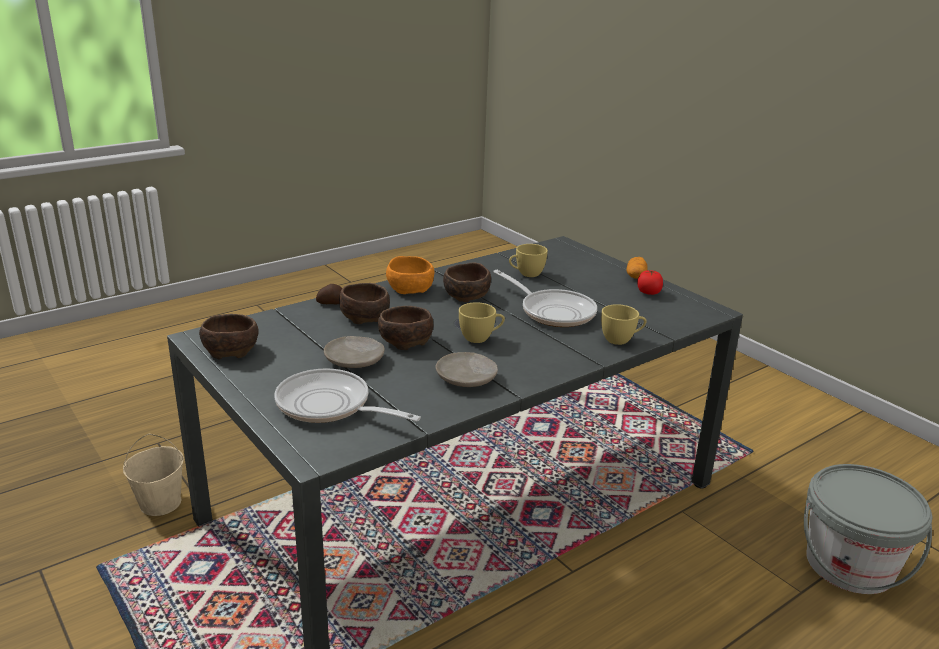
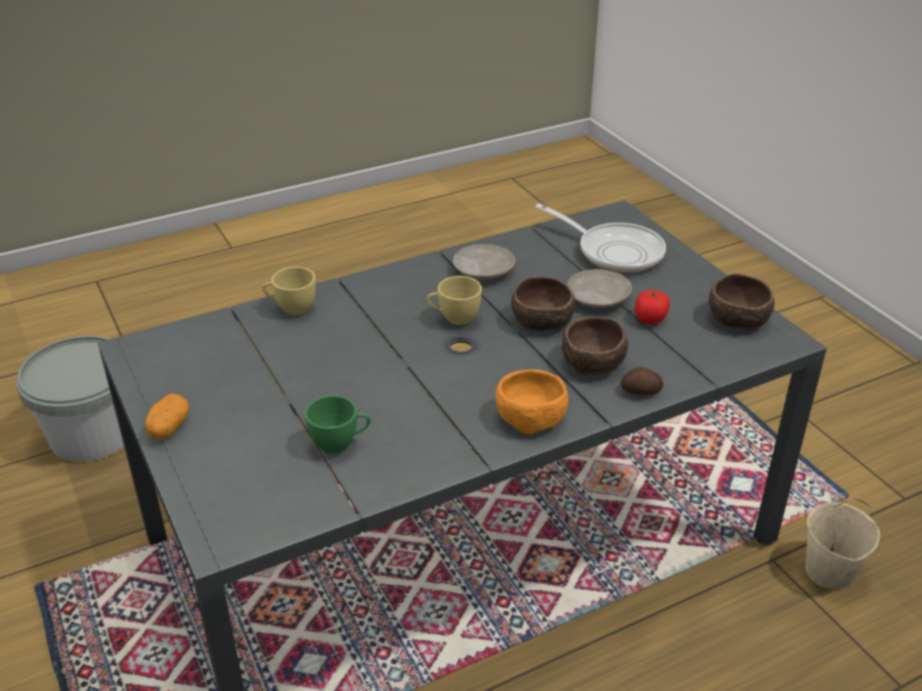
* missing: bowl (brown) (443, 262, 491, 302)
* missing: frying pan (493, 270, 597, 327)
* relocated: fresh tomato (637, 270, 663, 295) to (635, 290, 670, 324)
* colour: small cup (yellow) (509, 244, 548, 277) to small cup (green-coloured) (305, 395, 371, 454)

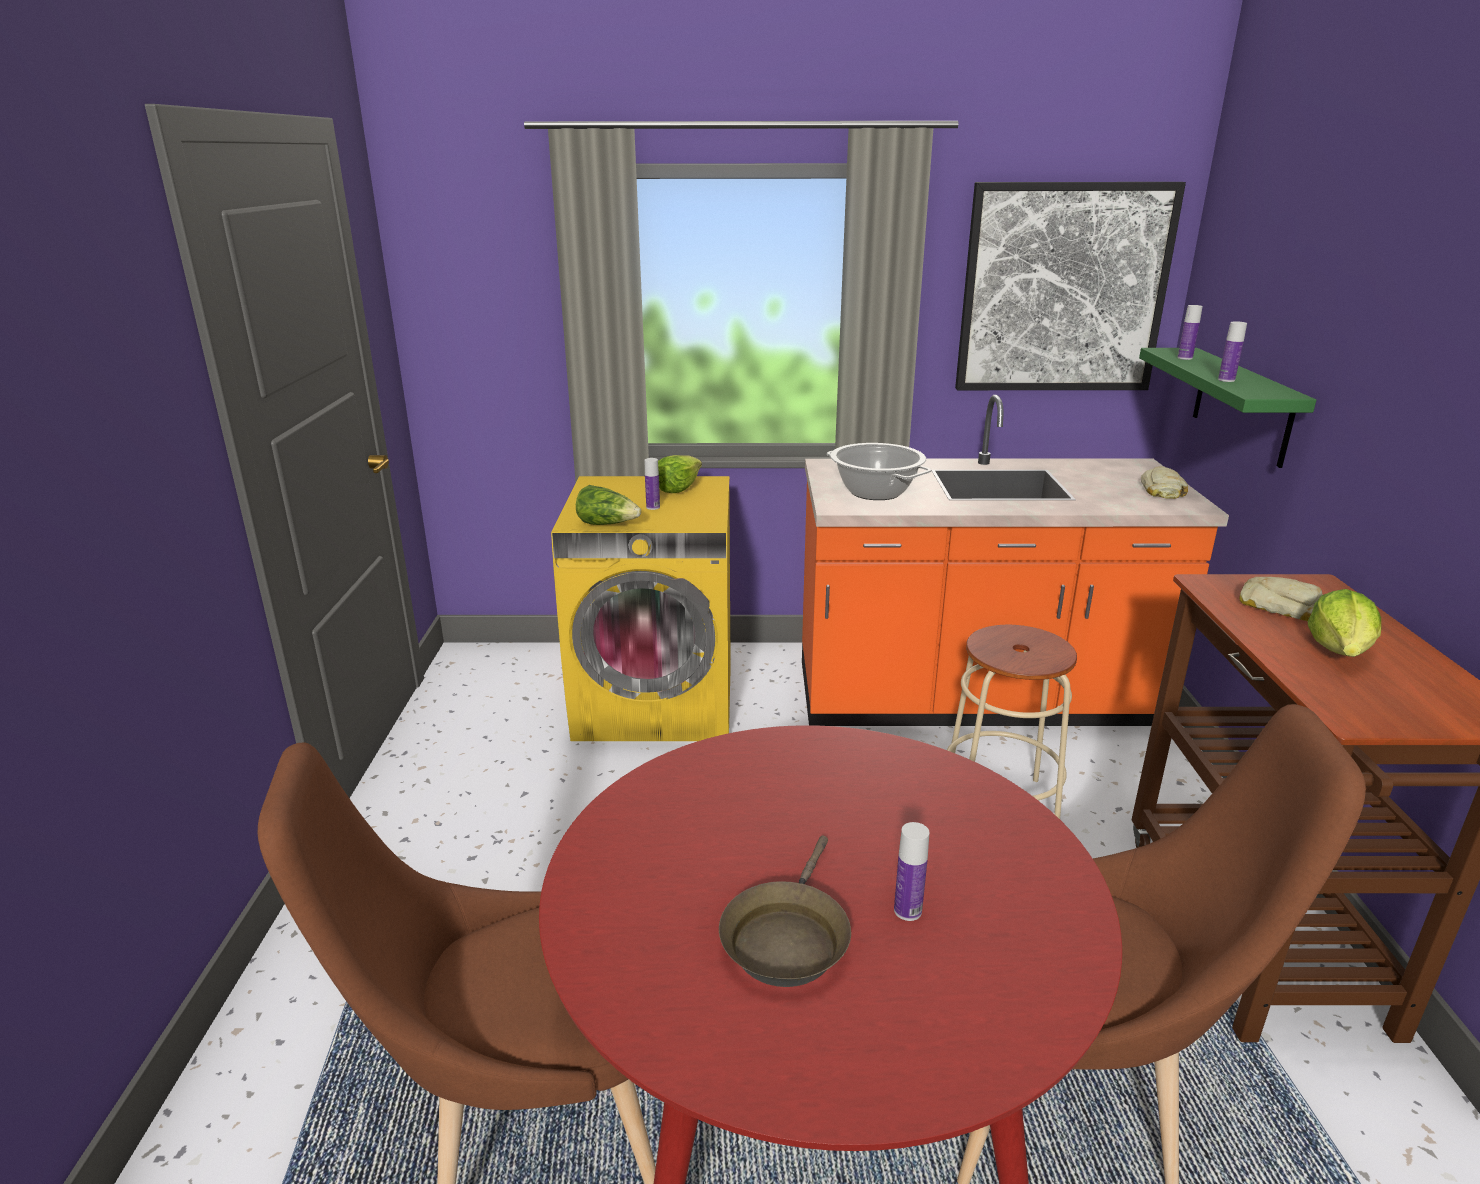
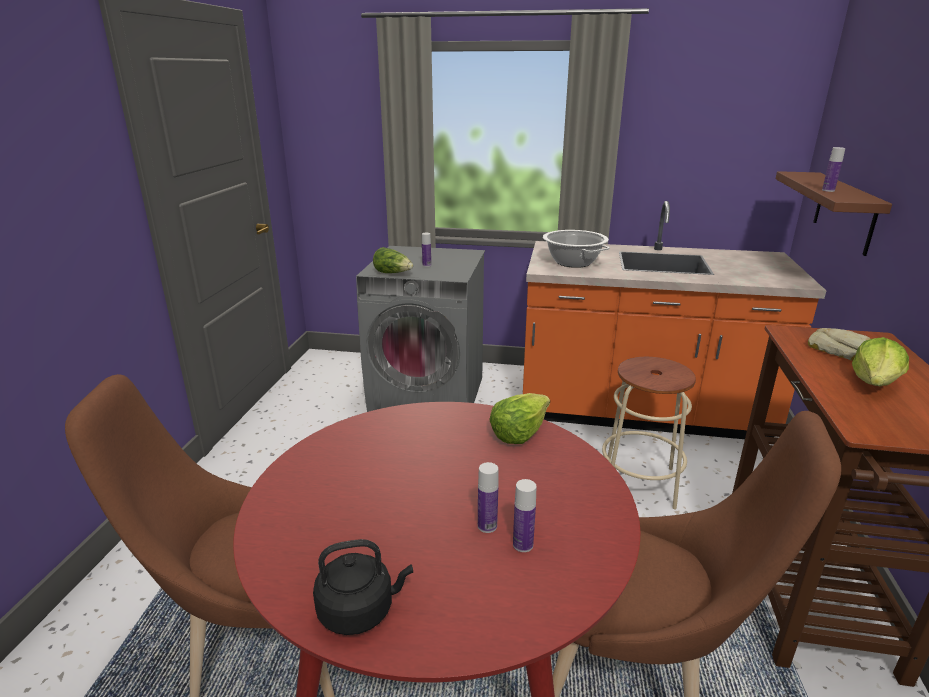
* missing: frying pan (brown) (719, 835, 851, 987)
* missing: picture (955, 182, 1186, 390)
* missing: bakery bread (1141, 466, 1188, 499)
* appeared: kettle (blackish) (313, 539, 413, 635)
* relocated: head of lettuce (658, 455, 702, 493) to (489, 393, 550, 444)
* relocated: beverage bottle (1177, 305, 1203, 360) to (513, 479, 537, 552)
* colour: laundry appliance (yellow) (551, 476, 731, 741) to laundry appliance (greyish) (356, 246, 485, 412)
* colour: wall shelf (green-coloured) (1139, 348, 1316, 468) to wall shelf (brown) (776, 171, 892, 256)

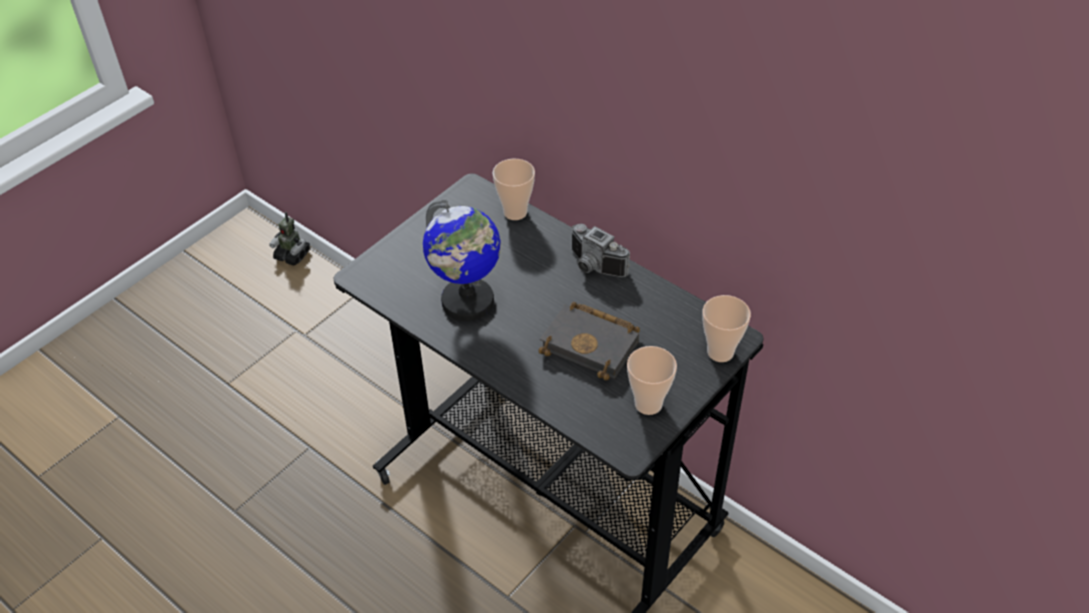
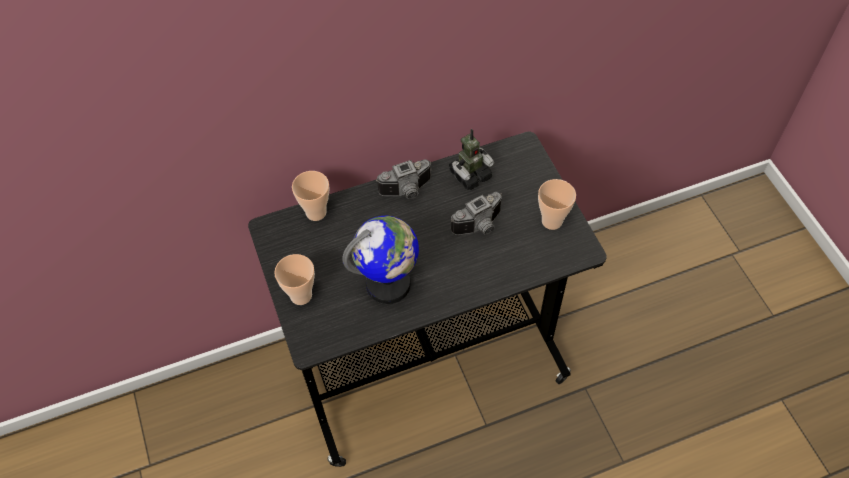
* relocated: model robot (269, 212, 310, 266) to (449, 129, 494, 190)
* relocated: small cup (702, 295, 751, 362) to (274, 254, 315, 305)
* exchanged: volume (blackish) (539, 302, 640, 380) to still camera (451, 192, 502, 235)

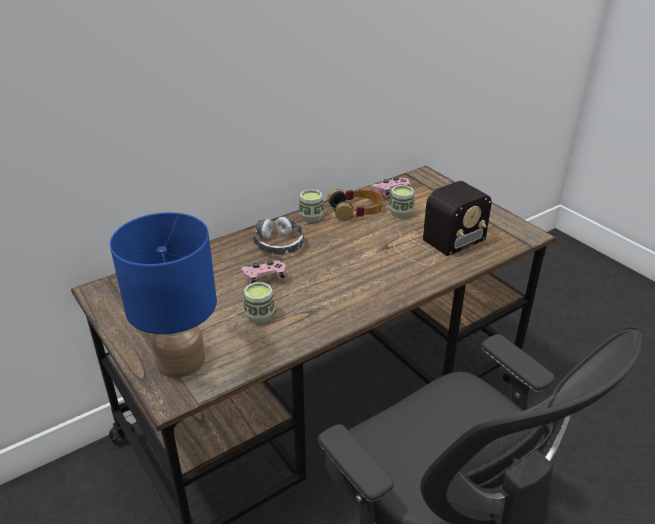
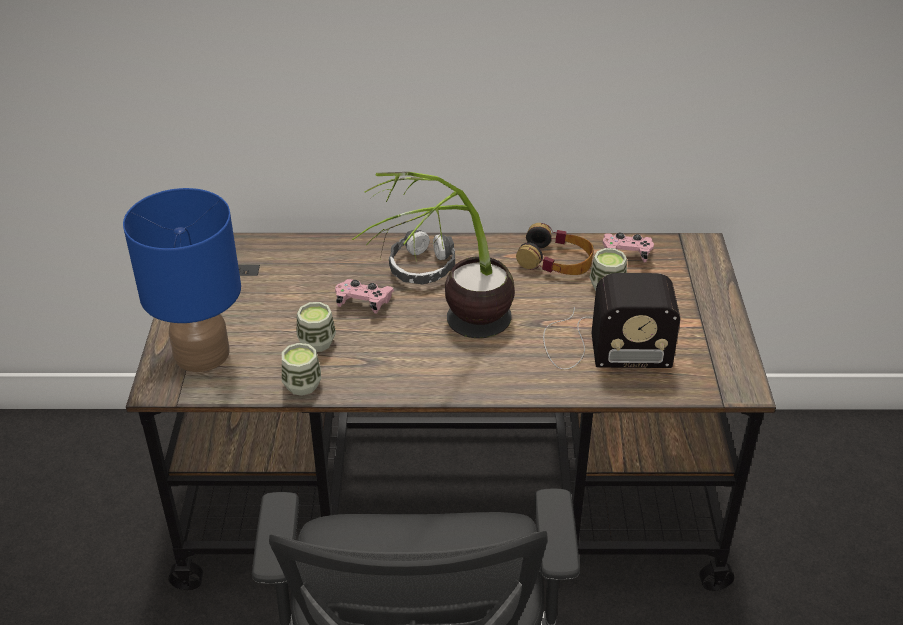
* appeared: houseplant (352, 172, 515, 338)
* relocated: small cup (299, 189, 324, 223) to (282, 343, 321, 396)

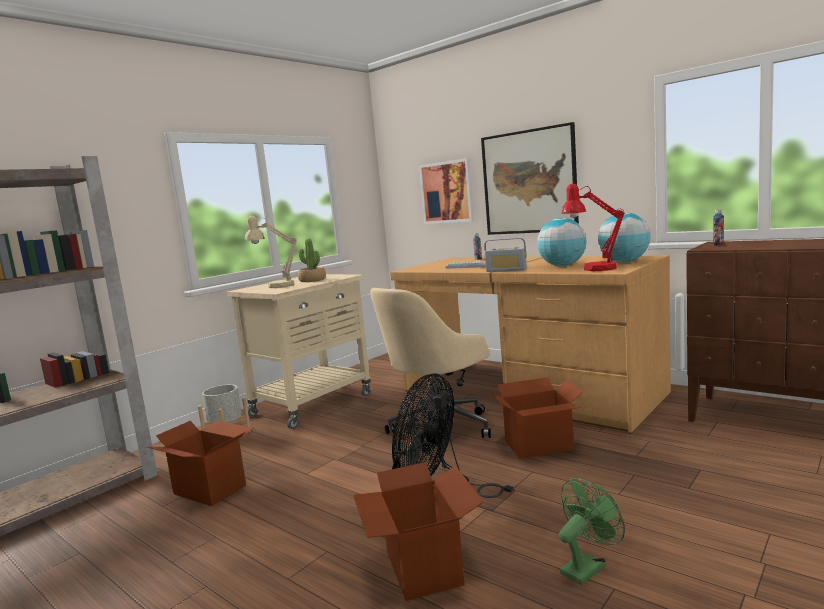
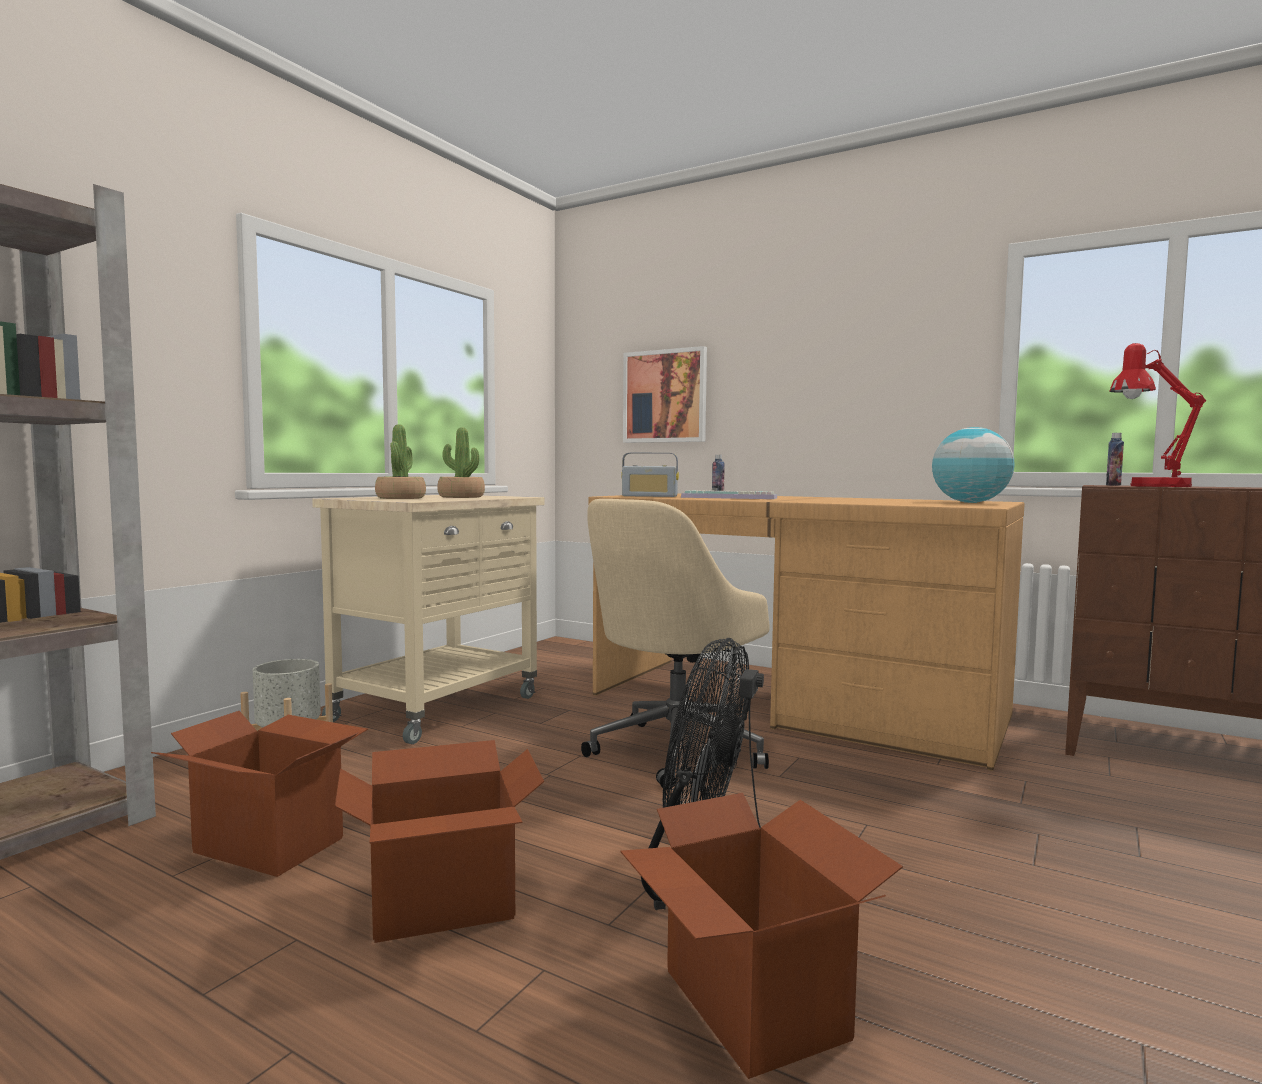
* missing: picture (481, 122, 579, 235)
* missing: globe (537, 218, 586, 266)
* missing: electric fan (green-coloured) (558, 478, 625, 585)
* relocated: radio (484, 238, 527, 272) to (621, 453, 679, 497)
* relocated: packing box (490, 377, 583, 459) to (335, 740, 544, 943)
* relocated: tabletop lamp (reddish) (561, 184, 625, 271) to (1109, 343, 1206, 487)
* exchanged: tabletop lamp (sand-coloured) (245, 216, 297, 288) to houseplant (375, 425, 426, 499)

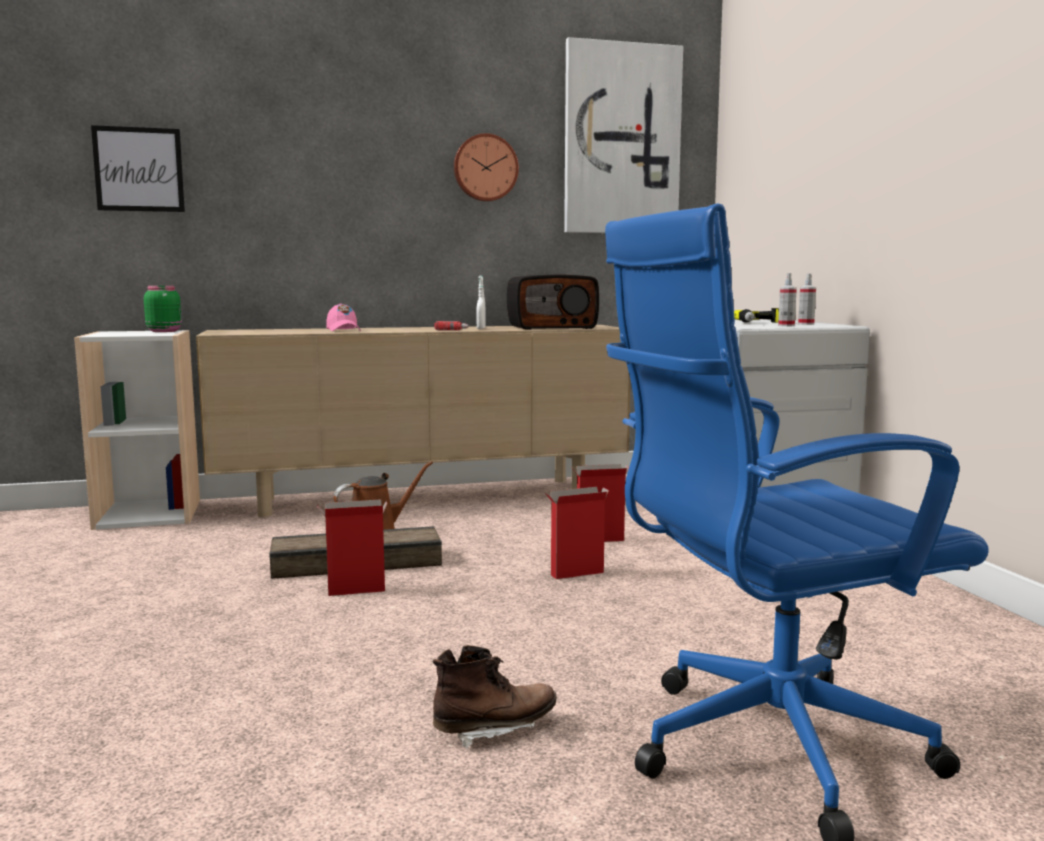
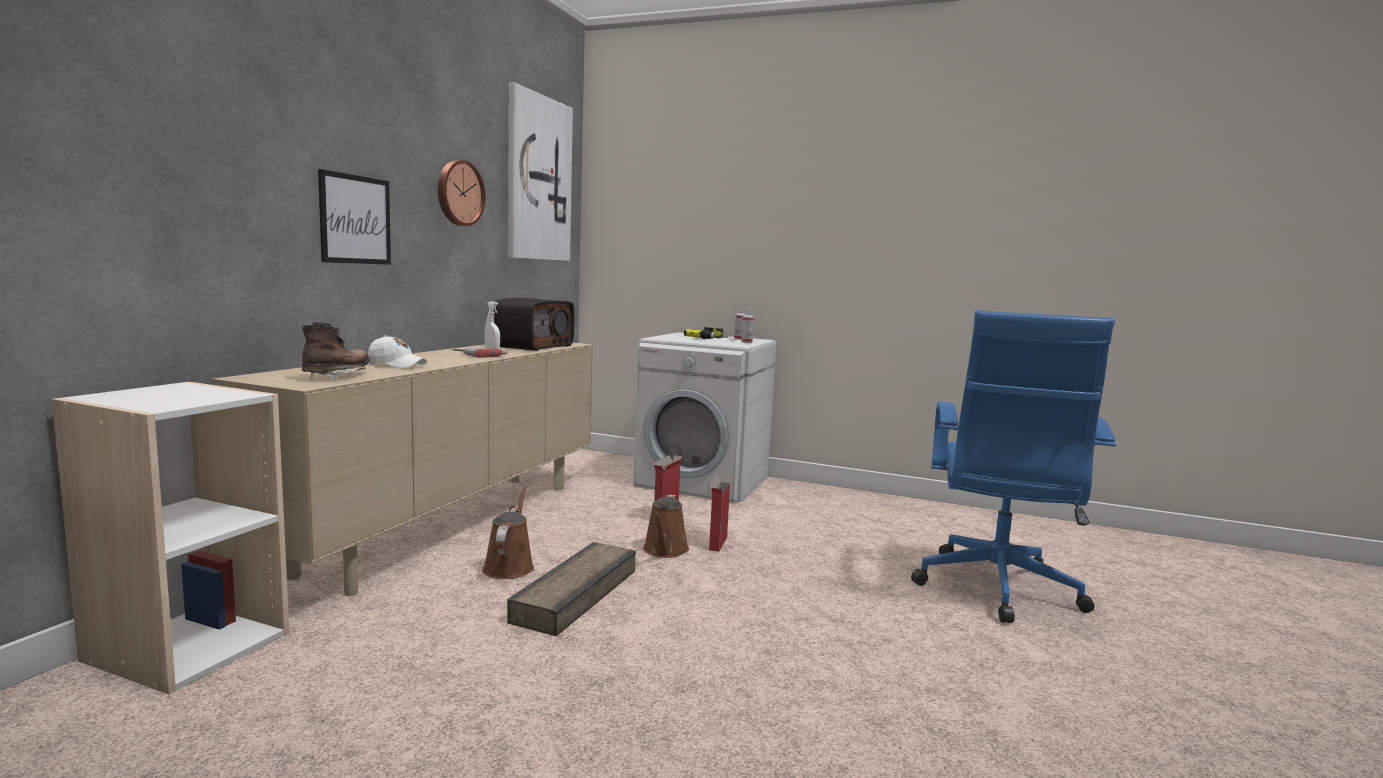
* missing: jar (green-coloured) (144, 286, 182, 332)
* missing: packing box (317, 499, 387, 596)
* appeared: watering can (brown) (643, 495, 689, 558)
* relocated: picture (91, 125, 185, 212) to (318, 169, 391, 265)
* relocated: high-top boot (brown) (433, 645, 557, 749) to (302, 322, 370, 380)
* colour: cap (pinkish) (326, 303, 361, 331) to cap (whitish) (368, 336, 427, 368)

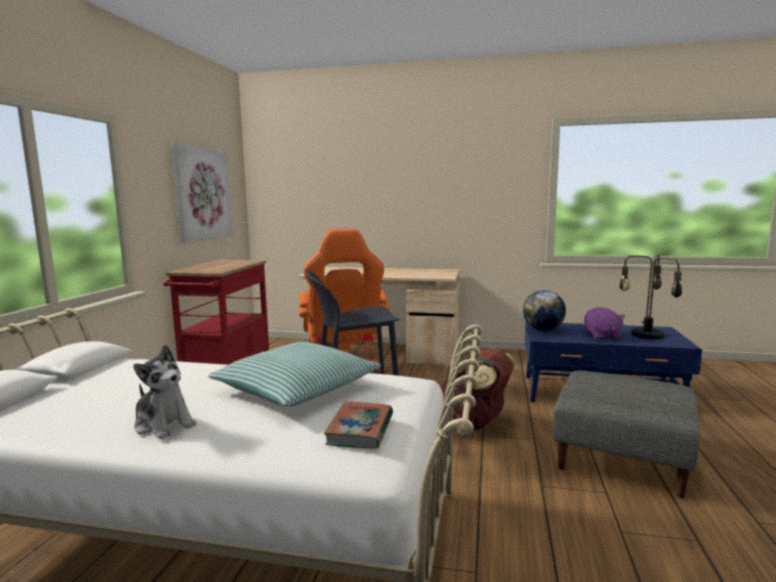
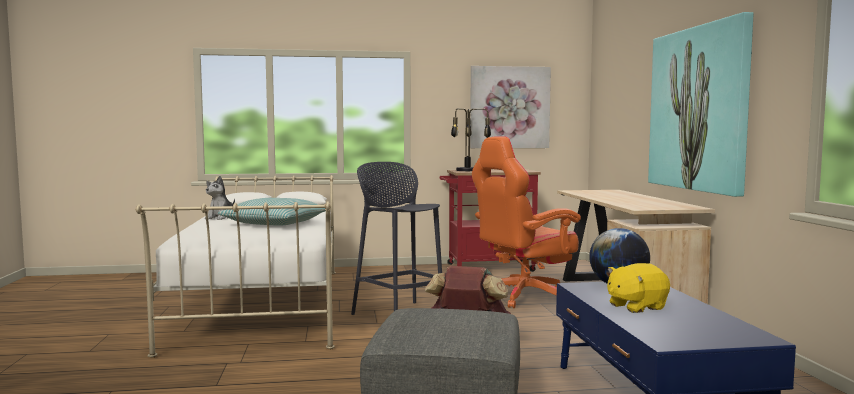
* missing: volume (324, 401, 393, 449)
* appeared: picture (648, 12, 753, 197)
* relocated: tabletop lamp (620, 254, 682, 339) to (451, 108, 491, 171)
* colour: soft toy (purple) (584, 307, 625, 340) to soft toy (yellow) (607, 263, 670, 313)

